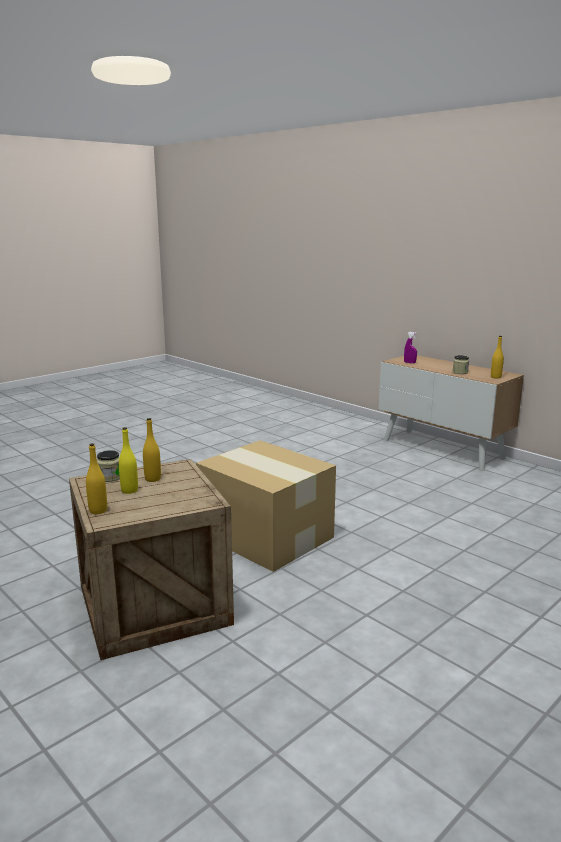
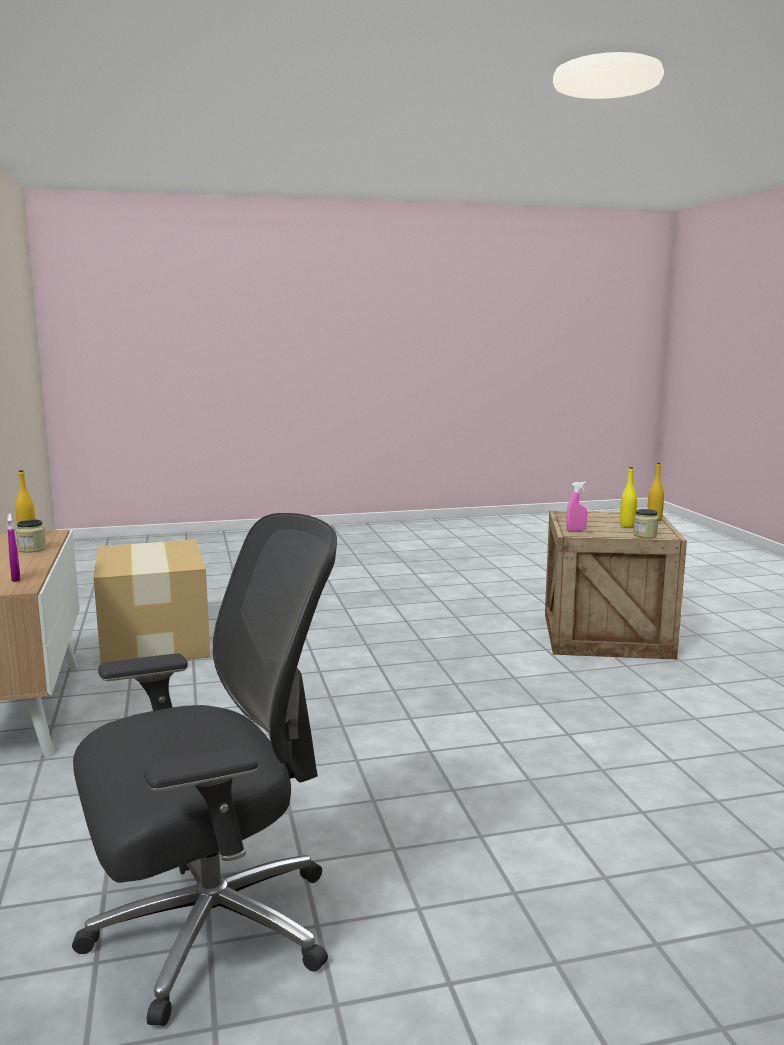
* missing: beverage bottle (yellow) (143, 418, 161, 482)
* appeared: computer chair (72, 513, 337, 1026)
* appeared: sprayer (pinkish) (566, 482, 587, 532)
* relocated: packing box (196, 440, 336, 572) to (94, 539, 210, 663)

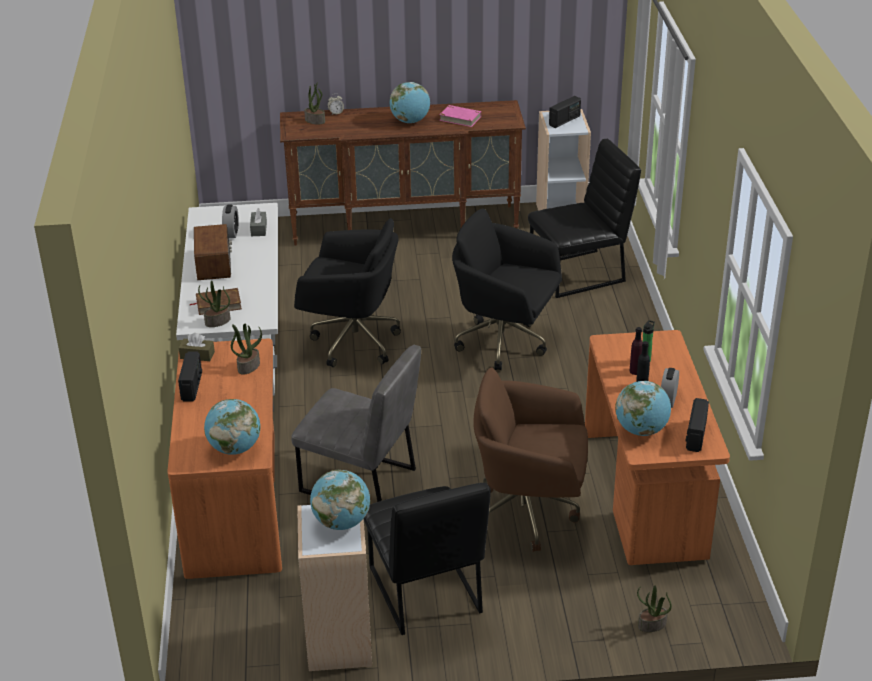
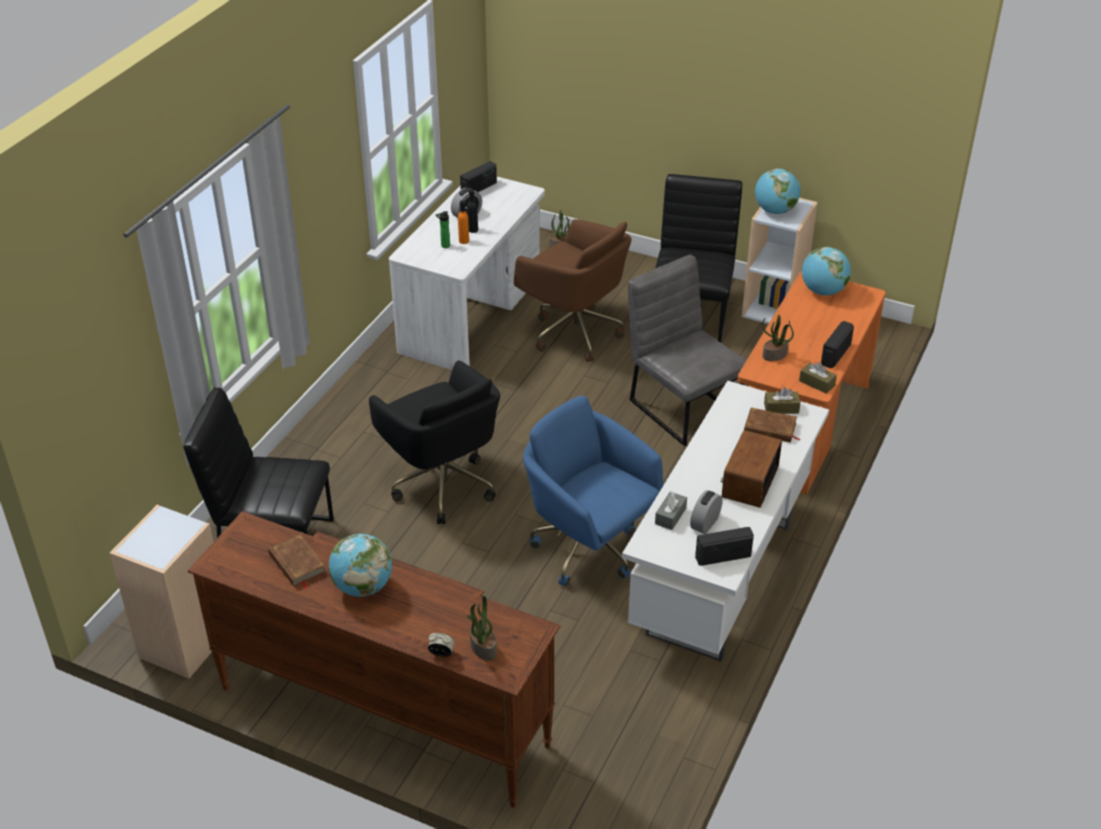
* missing: globe (615, 381, 671, 436)
* relocated: radio (549, 96, 581, 128) to (695, 527, 754, 566)
* exchanged: houseplant (198, 281, 231, 327) to box of tissues (brown) (764, 387, 800, 414)
* colour: computer chair (blackish) (294, 218, 401, 367) to computer chair (blue) (523, 396, 663, 586)
* colour: volume (pinkish) (439, 105, 481, 127) to volume (brown) (268, 534, 326, 590)
* colour: desk unit (orange-coloured) (585, 330, 730, 565) to desk unit (whitish) (389, 177, 545, 370)
* colour: beverage bottle (purple) (630, 327, 643, 375) to beverage bottle (orange-coloured) (458, 200, 469, 244)

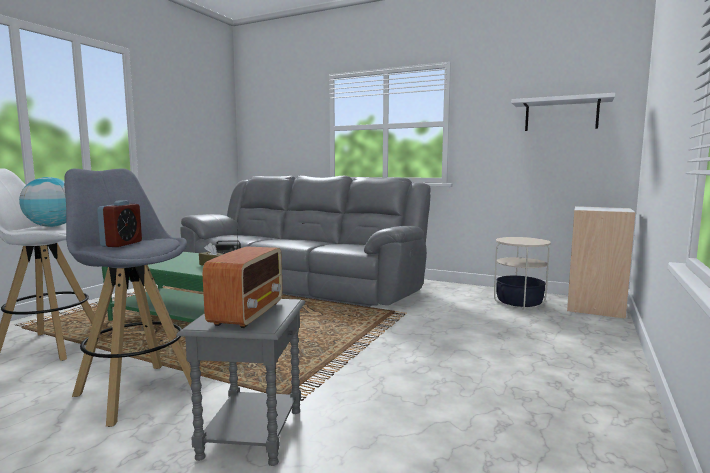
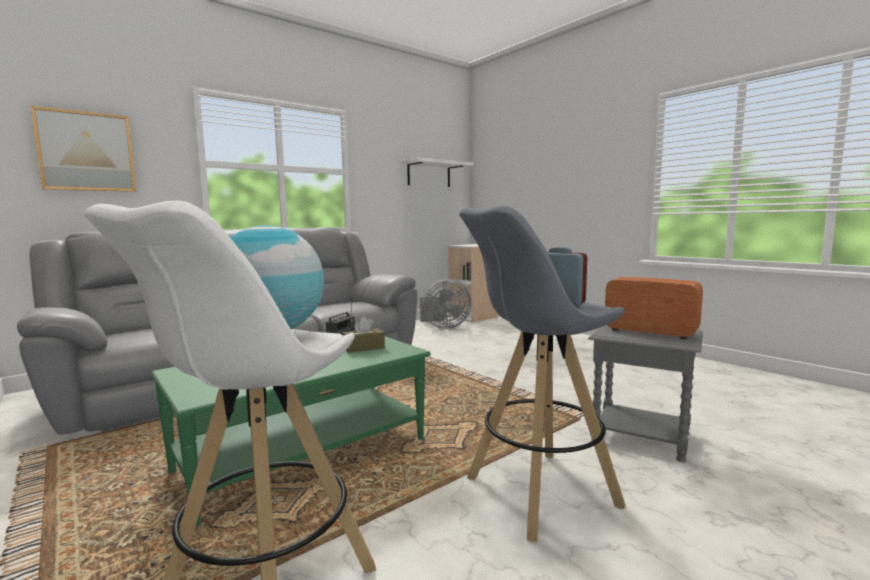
* appeared: picture (31, 106, 136, 192)
* exchanged: side table (sand-coloured) (494, 237, 551, 310) to electric fan (greyish) (420, 279, 472, 329)

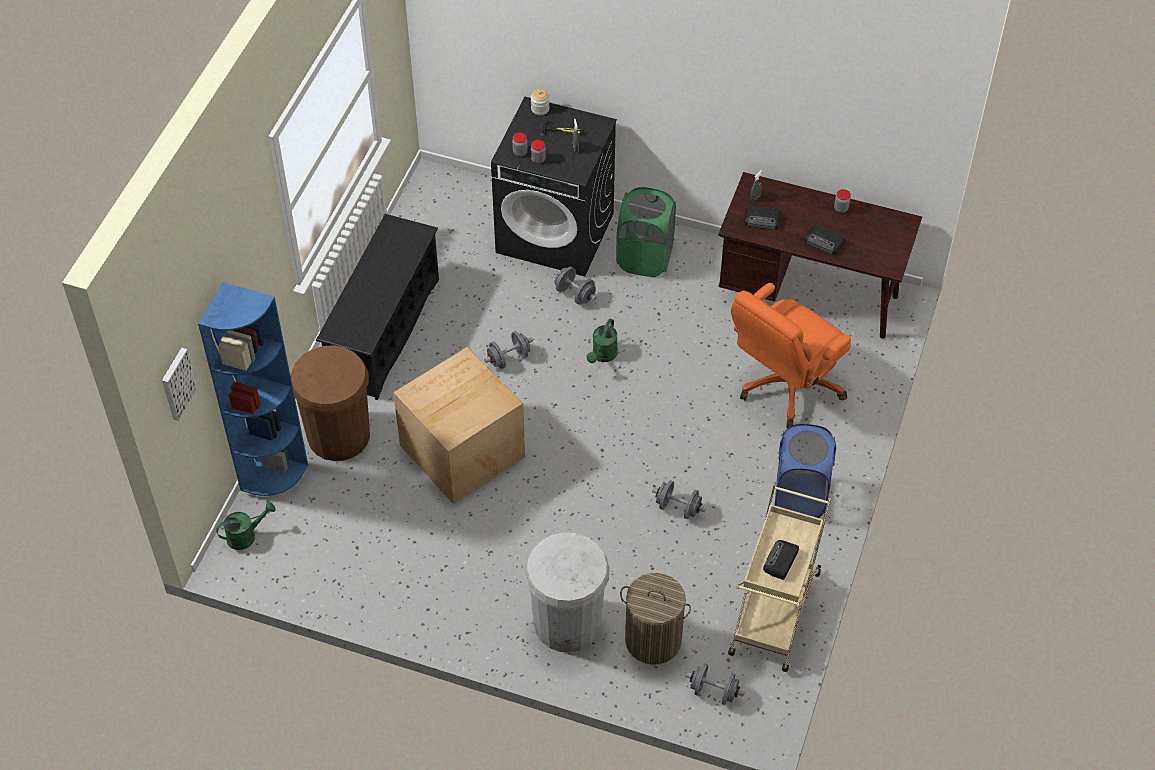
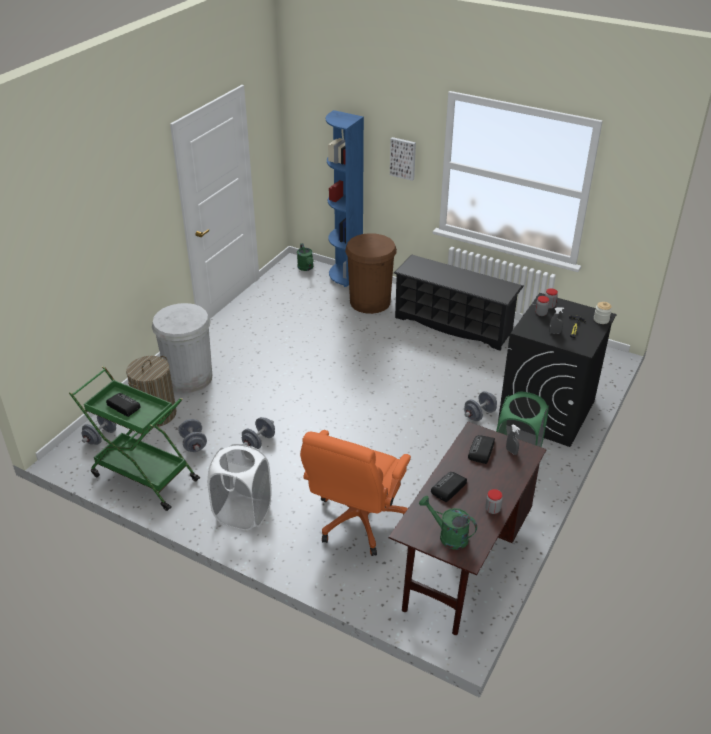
* missing: packing box (393, 347, 525, 504)
* relocated: picture (162, 348, 198, 421) to (390, 137, 416, 181)
* relocated: dumbbell (greyish) (484, 331, 533, 369) to (178, 419, 207, 452)
* relocated: watering can (green-coloured) (587, 319, 618, 363) to (419, 496, 477, 550)
* colour: wheeled cart (sand-coloured) (728, 482, 831, 672) to wheeled cart (green-coloured) (69, 366, 200, 511)
* colour: hamper (blue) (774, 424, 836, 518) to hamper (whitish) (207, 444, 272, 531)
* spun: computer chair (orange-coloured) (731, 283, 851, 428) = (300, 430, 411, 556) 120 degrees counterclockwise

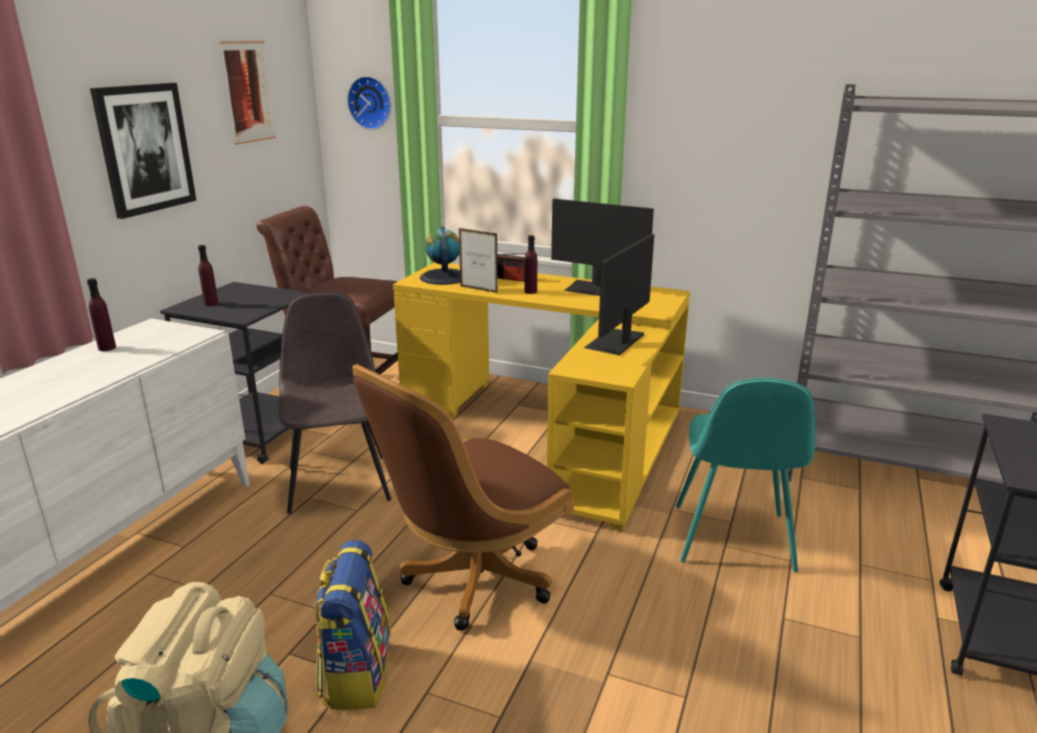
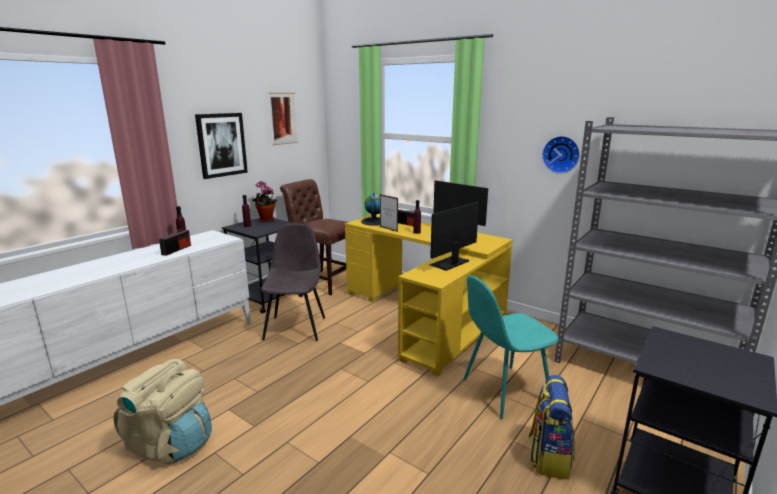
* missing: computer chair (brown) (352, 364, 574, 631)
* appeared: radio (159, 228, 191, 256)
* appeared: houseplant (252, 181, 277, 222)
* relocated: knapsack (315, 540, 391, 710) to (529, 375, 575, 479)
* relocated: clock on the wall (347, 76, 391, 130) to (542, 136, 580, 174)
* spun: plain chair (turquoise-coloured) (676, 378, 815, 573) = (463, 275, 559, 419) 45 degrees clockwise

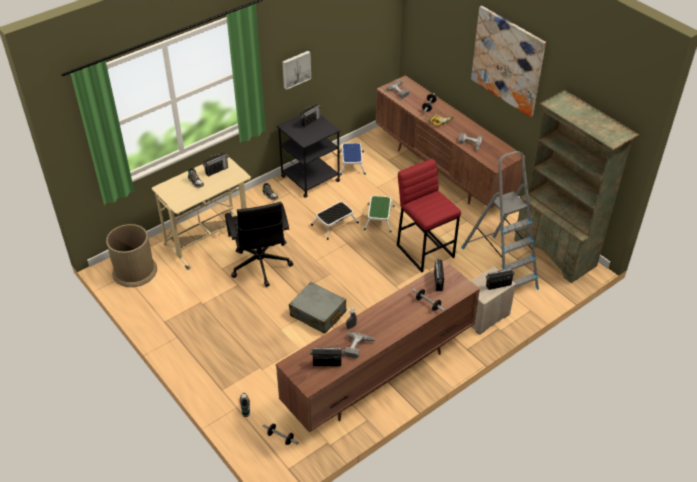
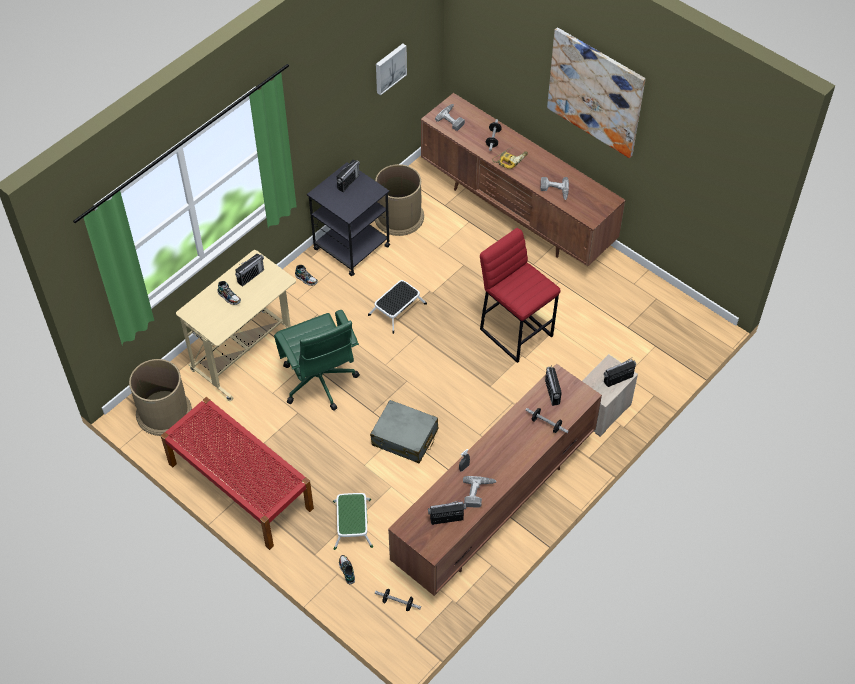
* missing: stepladder (greyish) (461, 151, 539, 290)
* missing: bookshelf (green-coloured) (514, 90, 639, 283)
* appeared: long seat (reddish) (161, 397, 314, 550)
* relocated: picture (282, 51, 311, 90) to (376, 44, 407, 95)
* relocated: stepladder (green-coloured) (364, 196, 395, 233) to (333, 493, 373, 550)
* exchanged: stepladder (blue) (339, 143, 366, 176) to rubbish bin (brown) (375, 164, 424, 236)
* colour: computer chair (blackish) (225, 202, 293, 287) to computer chair (green-coloured) (274, 310, 360, 411)

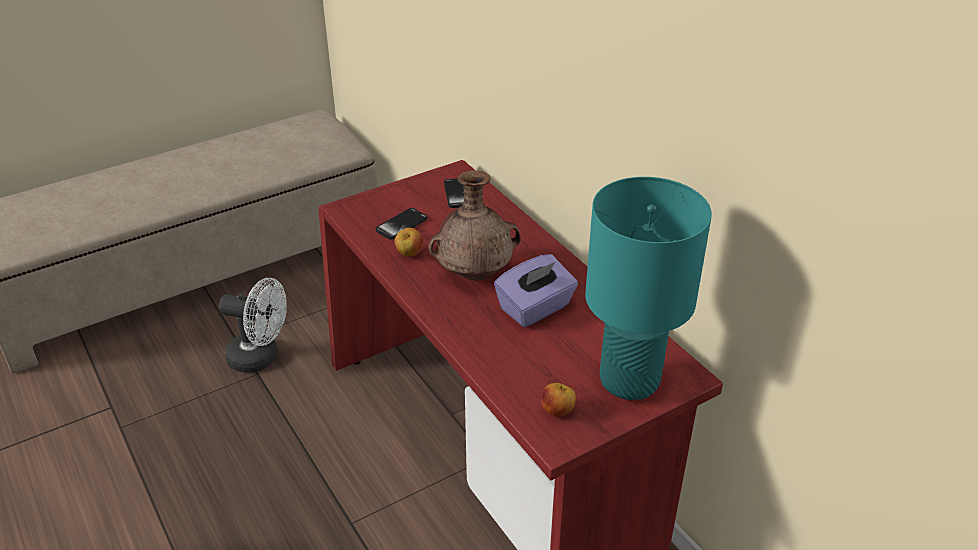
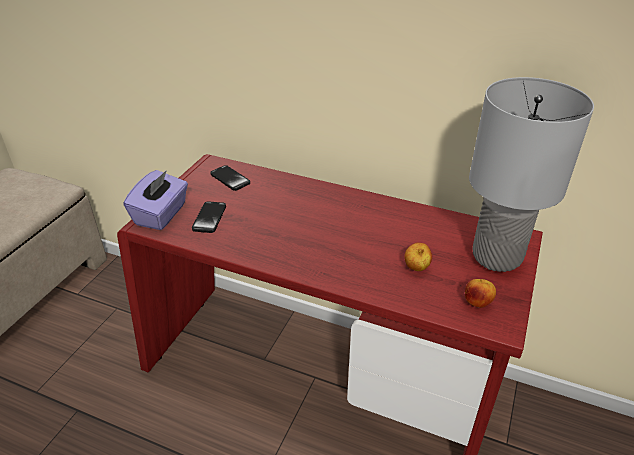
* missing: electric fan (whitish) (219, 278, 287, 373)
* missing: flower vase (brown) (428, 170, 521, 280)
* relocated: apple fruit (395, 228, 423, 257) to (404, 242, 432, 271)
* relocated: box of tissues (purple) (494, 254, 578, 327) to (123, 170, 188, 230)
* colour: tabletop lamp (turquoise-coloured) (585, 177, 712, 400) to tabletop lamp (greyish) (469, 77, 594, 272)

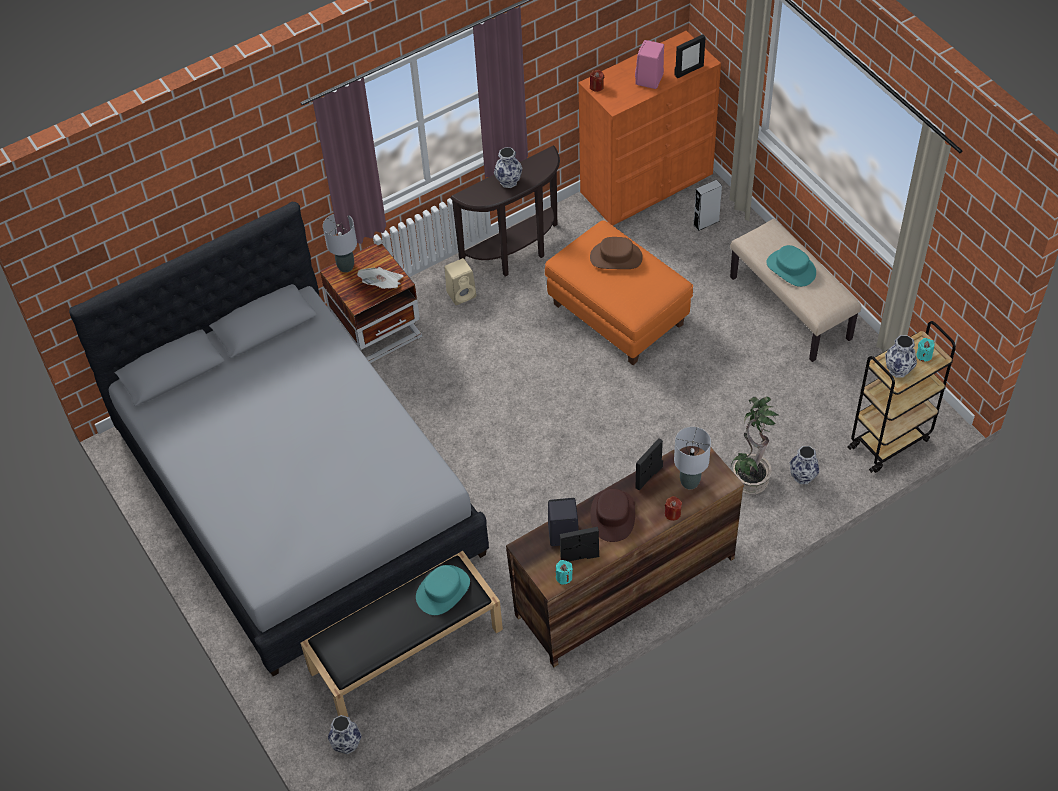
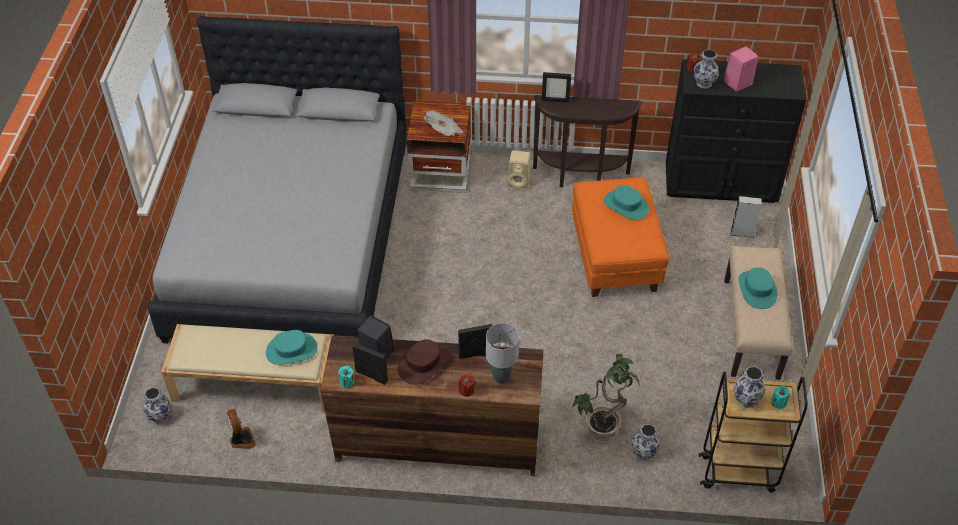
* missing: tabletop lamp (greyish) (323, 214, 357, 272)
* appeared: electric fan (227, 409, 256, 449)
* relocated: flower vase (494, 147, 522, 188) to (694, 50, 719, 88)
* relocated: picture frame (674, 34, 706, 78) to (542, 72, 571, 103)
* colour: long seat (blackish) (300, 551, 503, 717) to long seat (sand-coloured) (161, 324, 334, 413)
* colour: dresser (orange-coloured) (579, 31, 721, 226) to dresser (blackish) (666, 59, 806, 203)
* colour: clothing hat (brown) (590, 237, 643, 269) to clothing hat (turquoise-coloured) (604, 185, 649, 220)

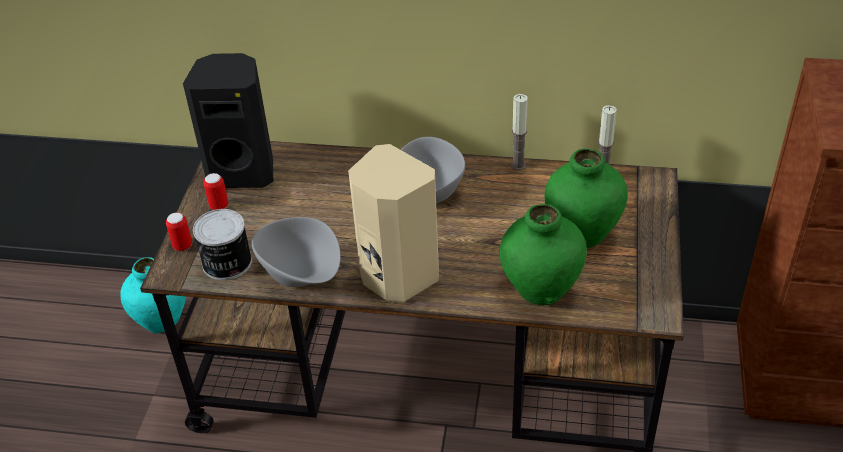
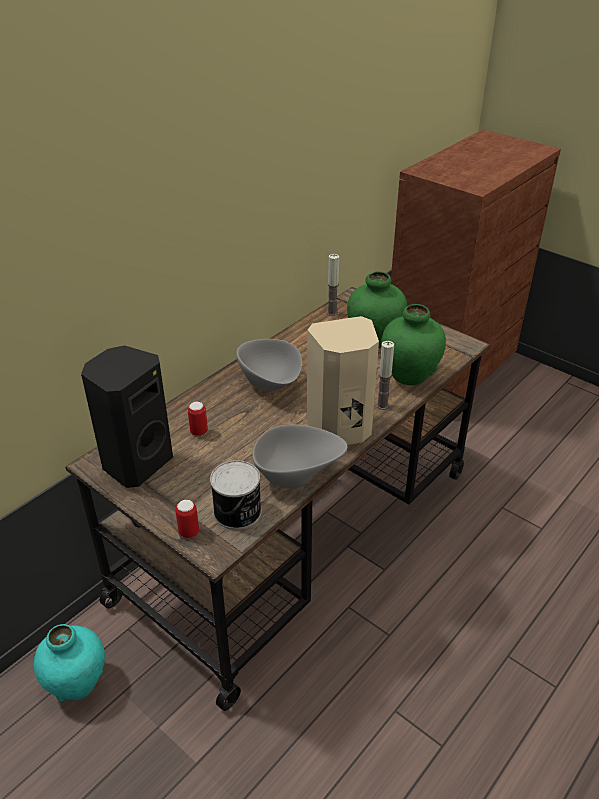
* relocated: metal can (204, 173, 229, 210) to (188, 402, 208, 436)
* relocated: wax candle (511, 94, 528, 170) to (376, 341, 394, 410)

